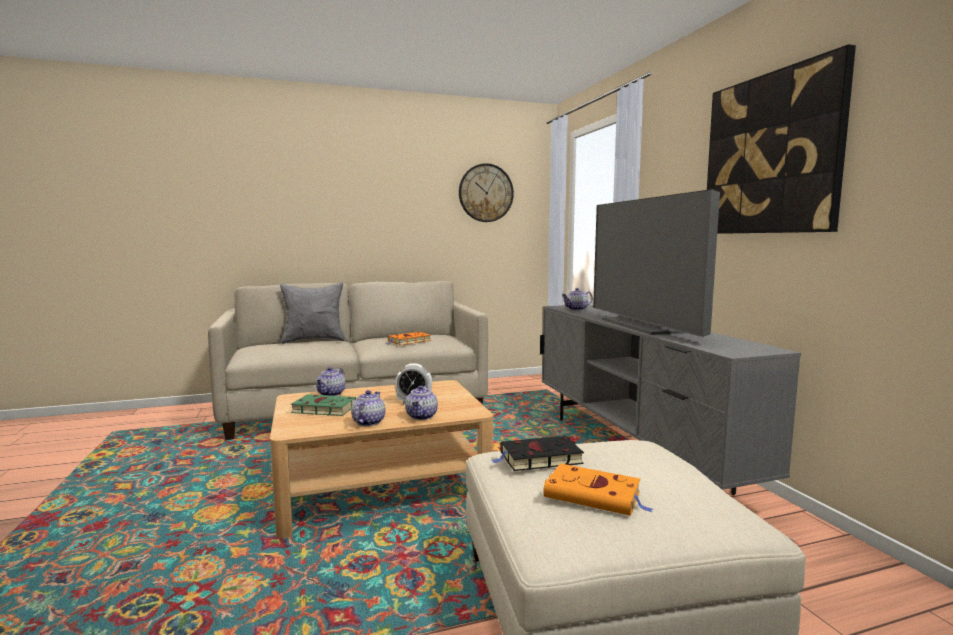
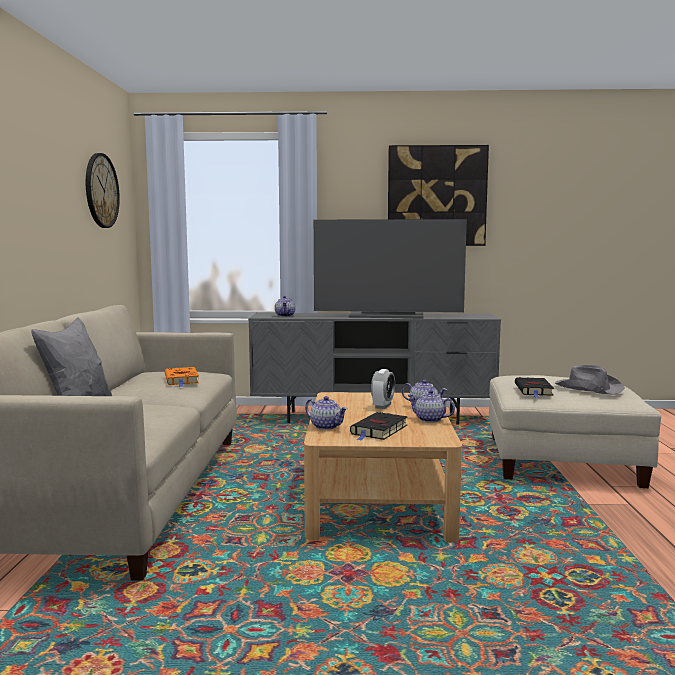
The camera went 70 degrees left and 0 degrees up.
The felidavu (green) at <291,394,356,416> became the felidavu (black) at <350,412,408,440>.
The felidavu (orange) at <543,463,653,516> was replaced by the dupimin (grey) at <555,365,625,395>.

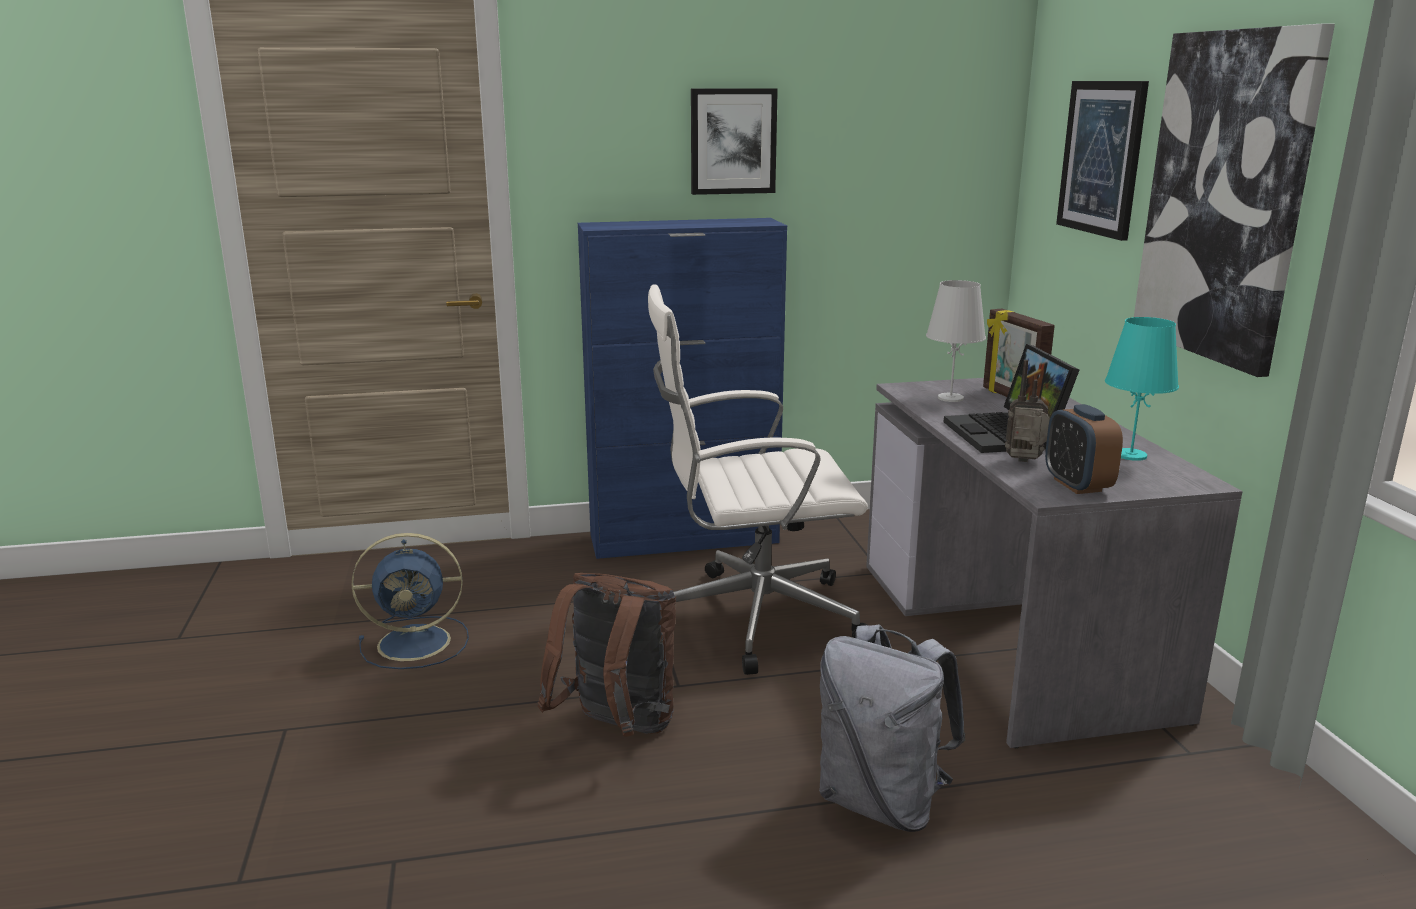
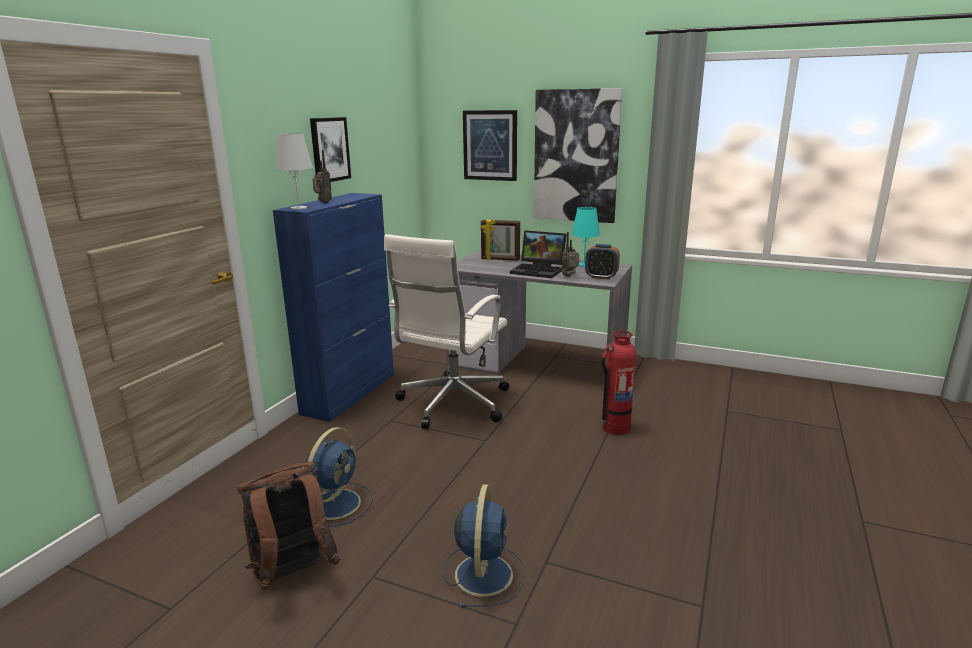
The camera went 55 degrees left and 0 degrees up.
The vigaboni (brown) moved from <538,573,676,736> to <237,462,340,590>.
The vigaboni (grey) at <819,624,965,832> was replaced by the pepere at <602,330,636,435>.
The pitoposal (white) moved from <926,280,986,402> to <275,133,313,210>.
The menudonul at <313,150,332,203> appeared.
The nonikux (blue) at <443,484,525,608> appeared.

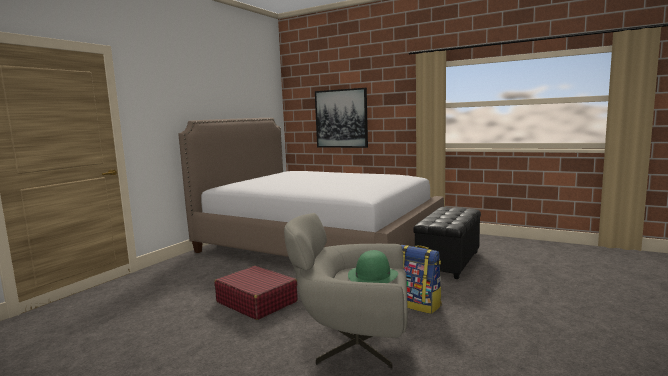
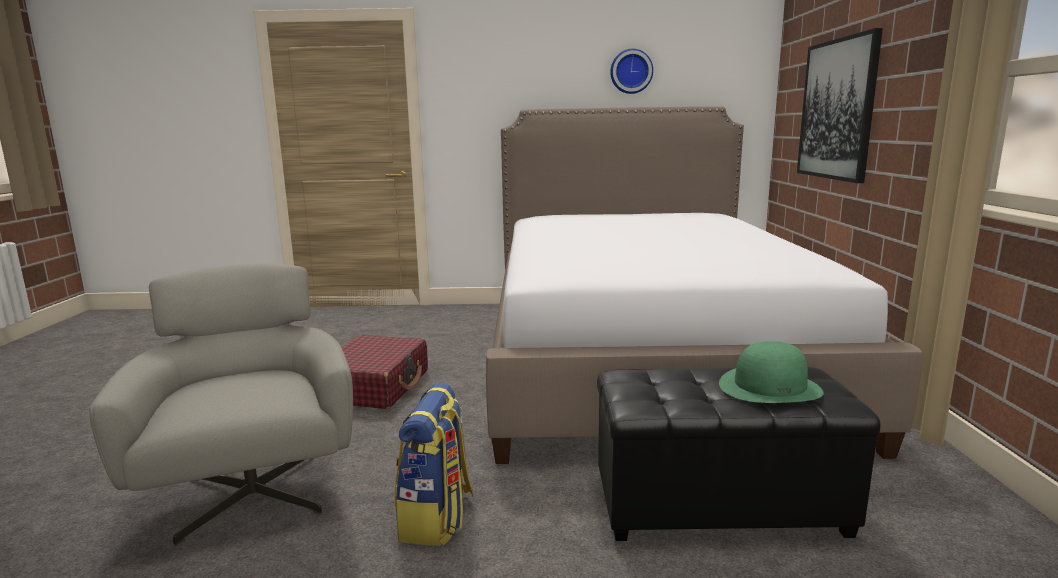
The camera went 60 degrees right and 5 degrees up.
The dupimin (green) moved from <348,250,398,283> to <719,341,824,403>.
The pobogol at <610,49,653,94> appeared.

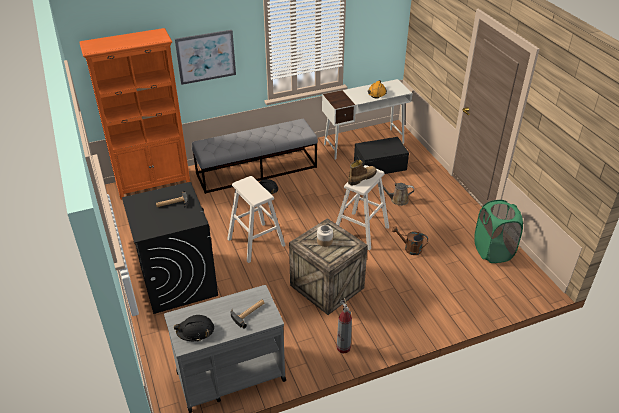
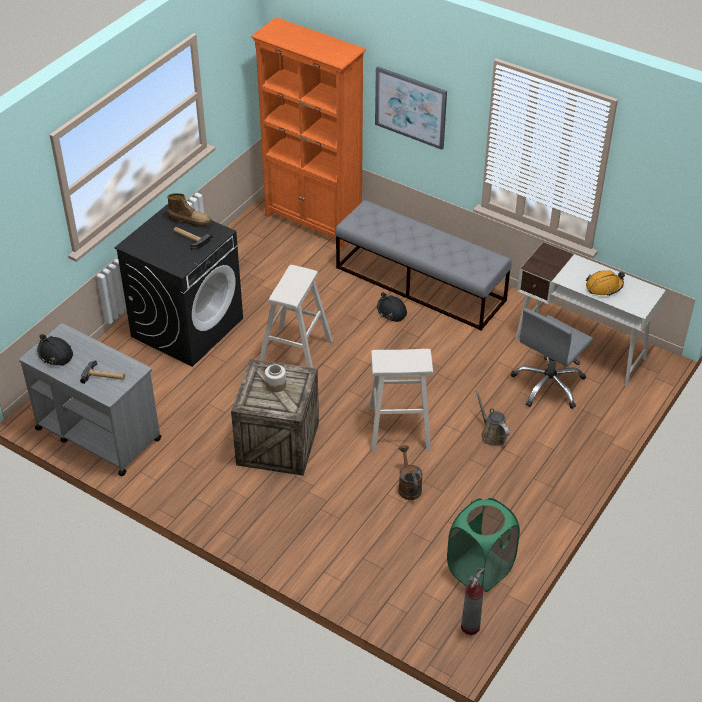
The camera went 55 degrees right and 5 degrees up.
The pepere moved from <337,298,352,354> to <461,568,485,635>.
The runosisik moved from <348,160,377,185> to <167,193,212,228>.
The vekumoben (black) at <354,137,409,174> was replaced by the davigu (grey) at <511,308,593,409>.

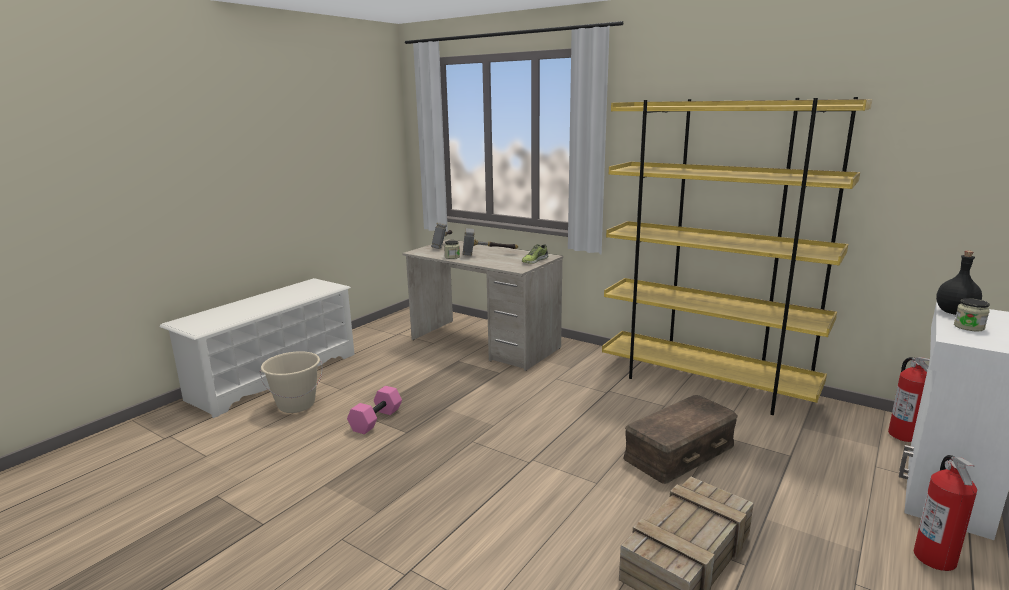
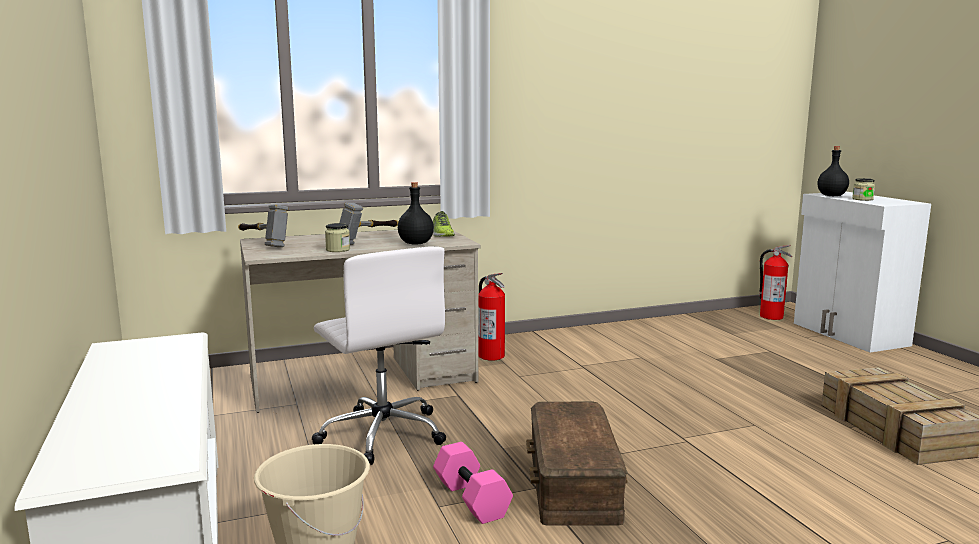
The camera went 55 degrees left and 5 degrees down.
The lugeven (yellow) at <602,97,873,415> disappeared.
The vekumoben (brown) moved from <624,395,738,484> to <526,402,628,526>.
The pepere moved from <914,455,977,571> to <478,273,505,361>.
The davigu (white) at <312,246,446,465> appeared.
The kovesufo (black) at <398,182,434,245> appeared.

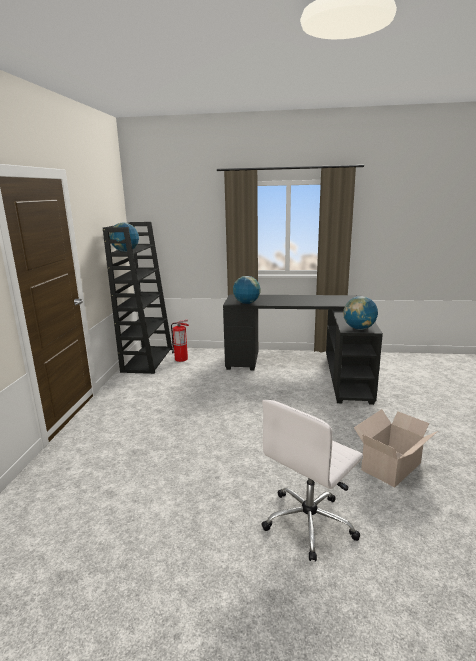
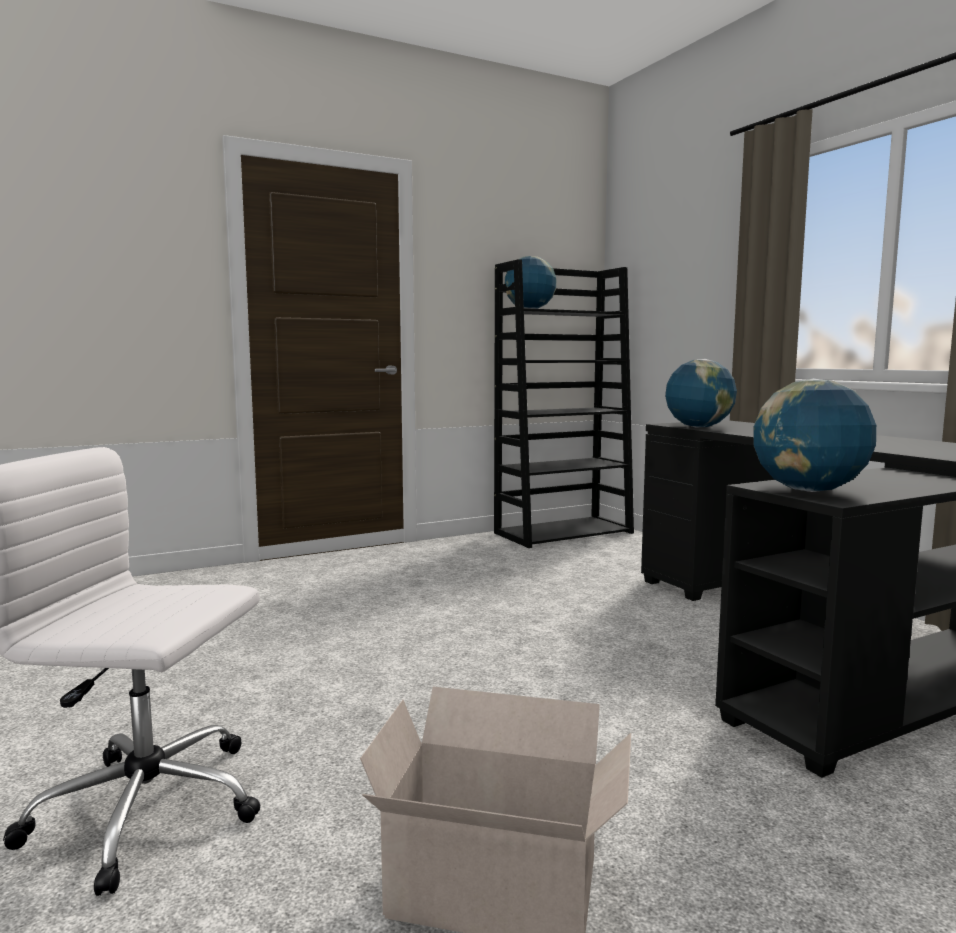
The camera went 55 degrees right and 10 degrees down.
The pepere at <171,319,189,362> disappeared.

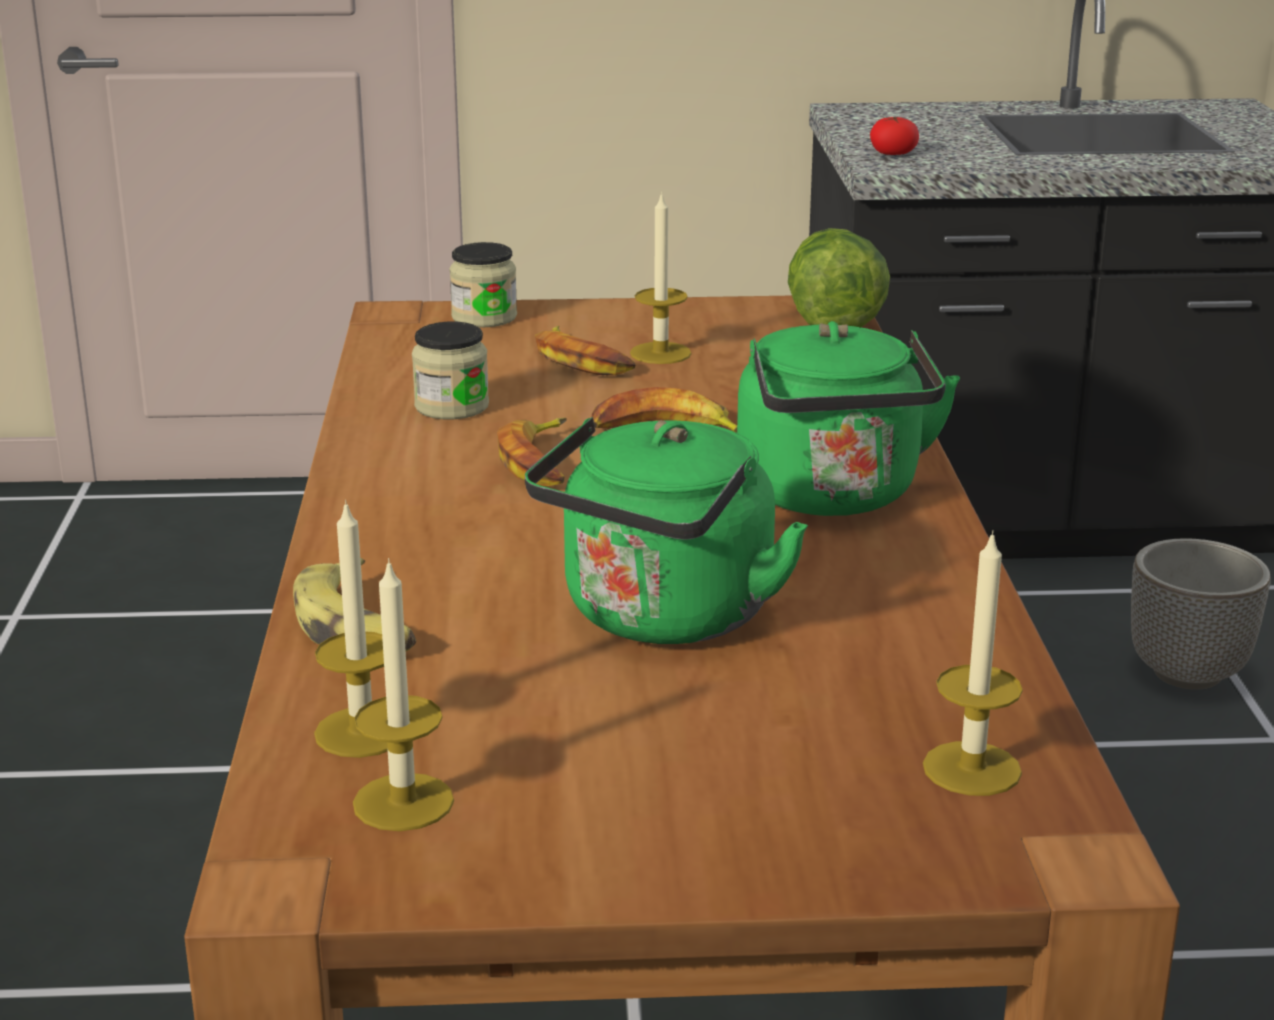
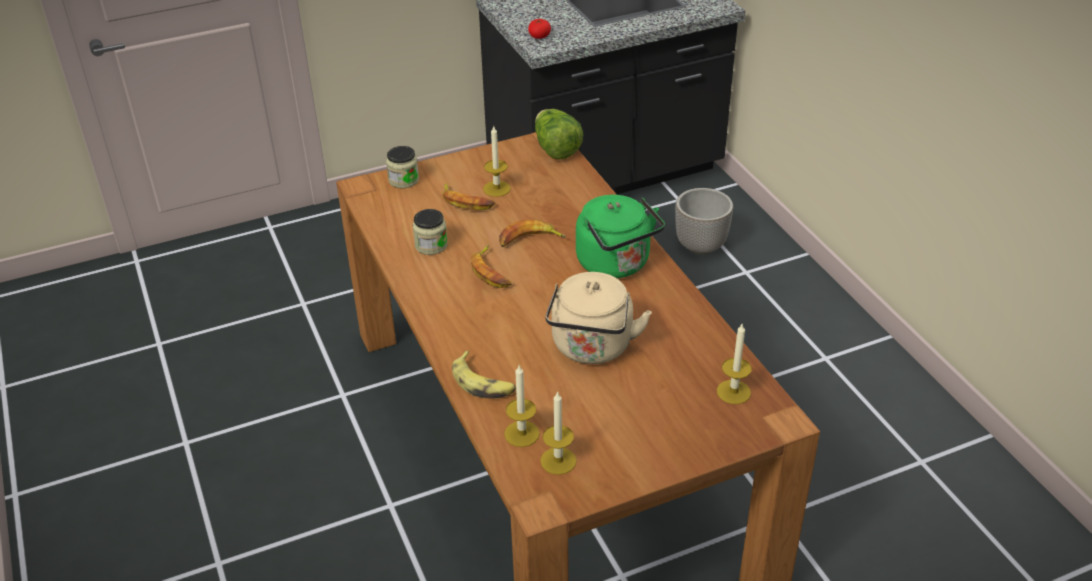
The camera went 20 degrees left and 15 degrees up.
The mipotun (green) at <525,417,808,644> became the mipotun (beige) at <545,272,652,364>.

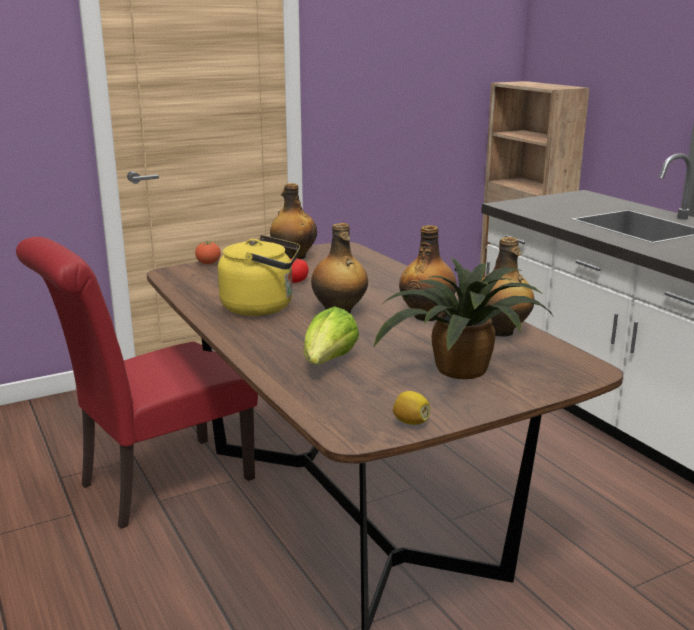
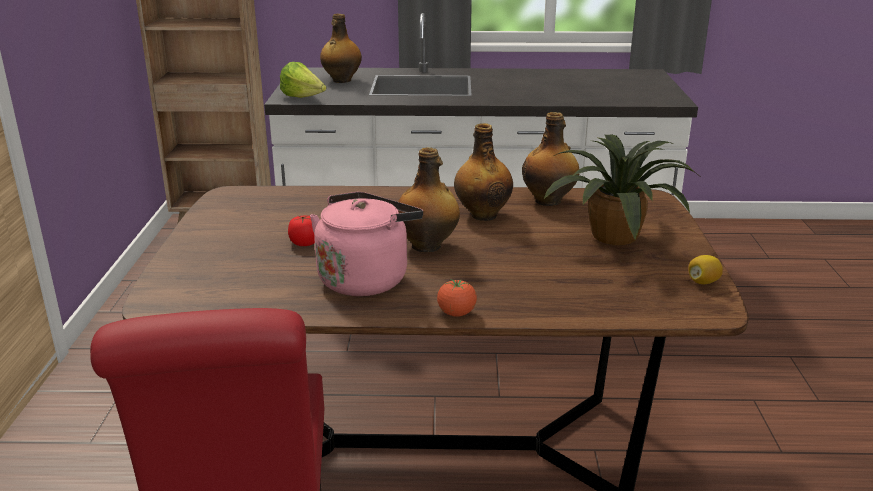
The camera went 60 degrees left and 5 degrees up.
The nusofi moved from <195,240,221,264> to <437,280,477,317>.
The mipotun (yellow) at <218,235,300,316> became the mipotun (pink) at <310,192,423,296>.
The kovesufo moved from <270,183,317,259> to <320,14,362,83>.
The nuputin moved from <304,306,359,364> to <280,62,326,98>.

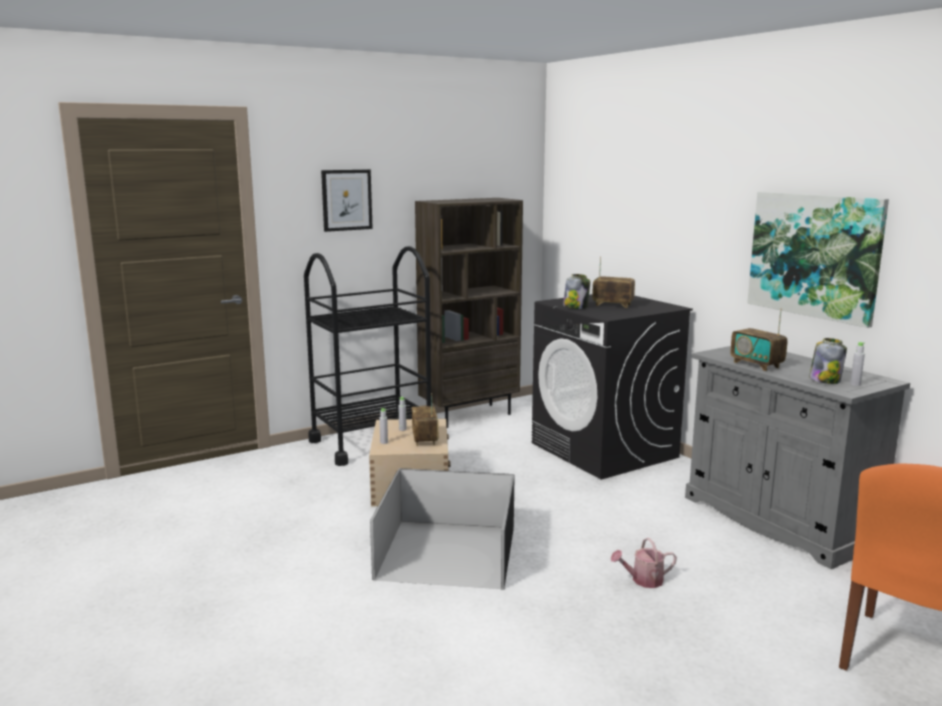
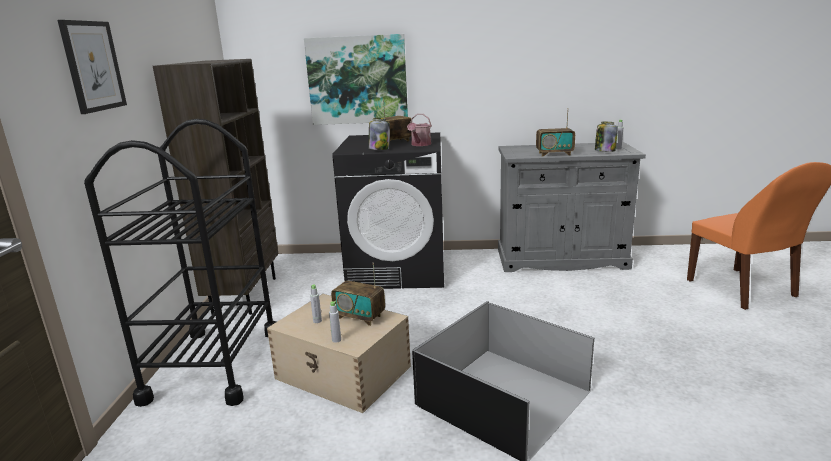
The camera went 55 degrees left and 5 degrees up.
The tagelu moved from <611,538,677,588> to <407,114,432,146>.
The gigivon moved from <747,192,889,328> to <304,34,408,125>.

